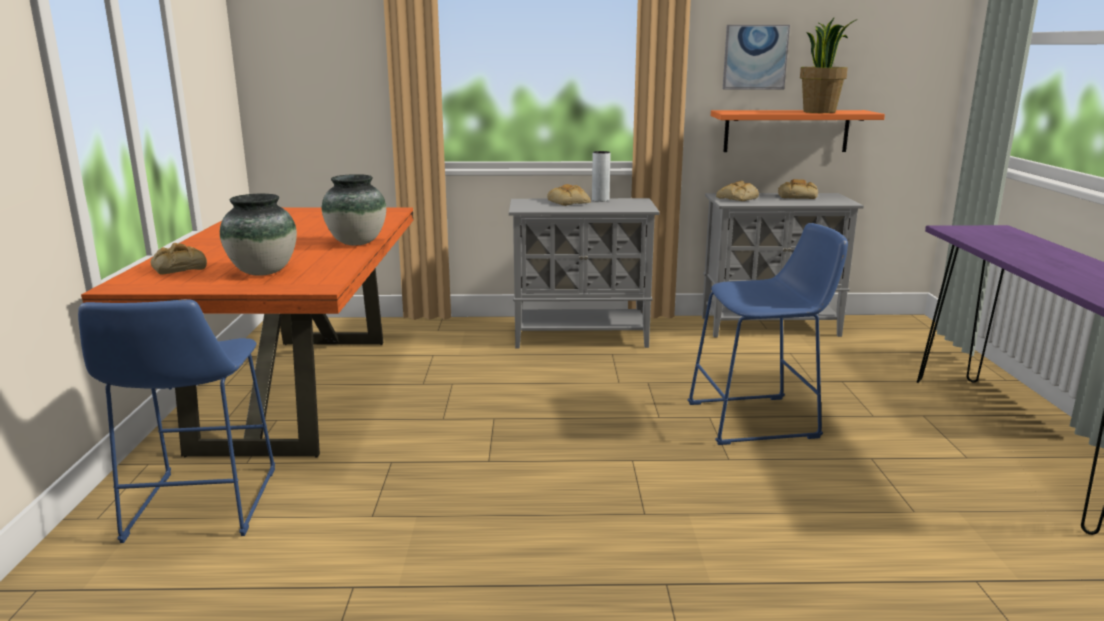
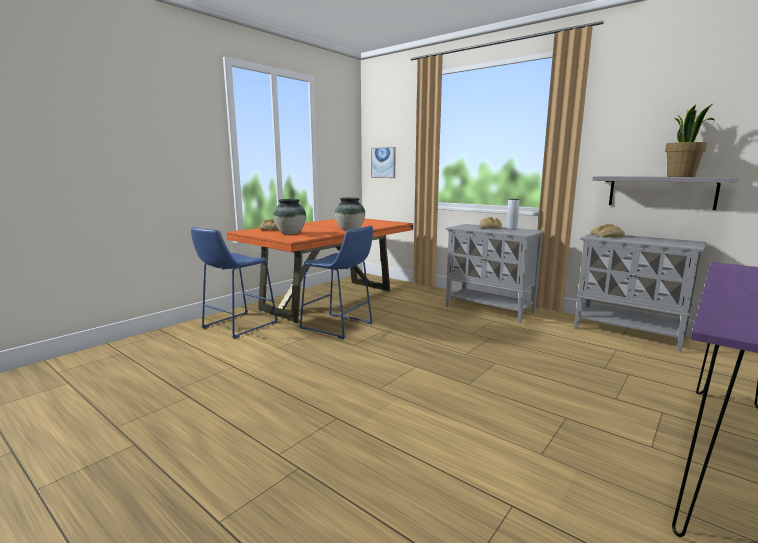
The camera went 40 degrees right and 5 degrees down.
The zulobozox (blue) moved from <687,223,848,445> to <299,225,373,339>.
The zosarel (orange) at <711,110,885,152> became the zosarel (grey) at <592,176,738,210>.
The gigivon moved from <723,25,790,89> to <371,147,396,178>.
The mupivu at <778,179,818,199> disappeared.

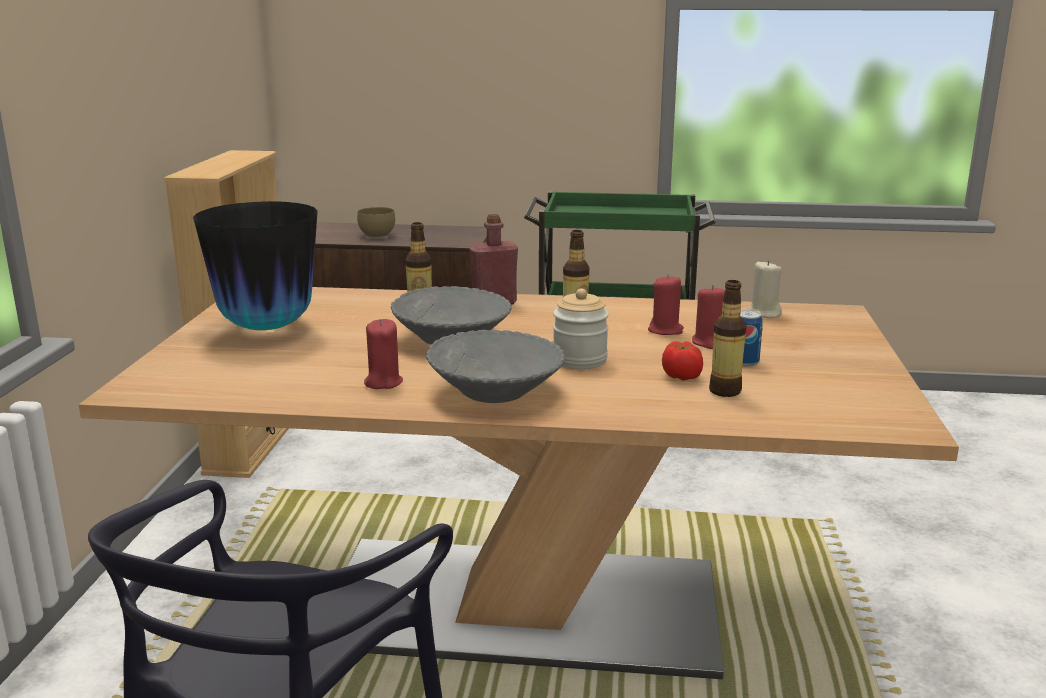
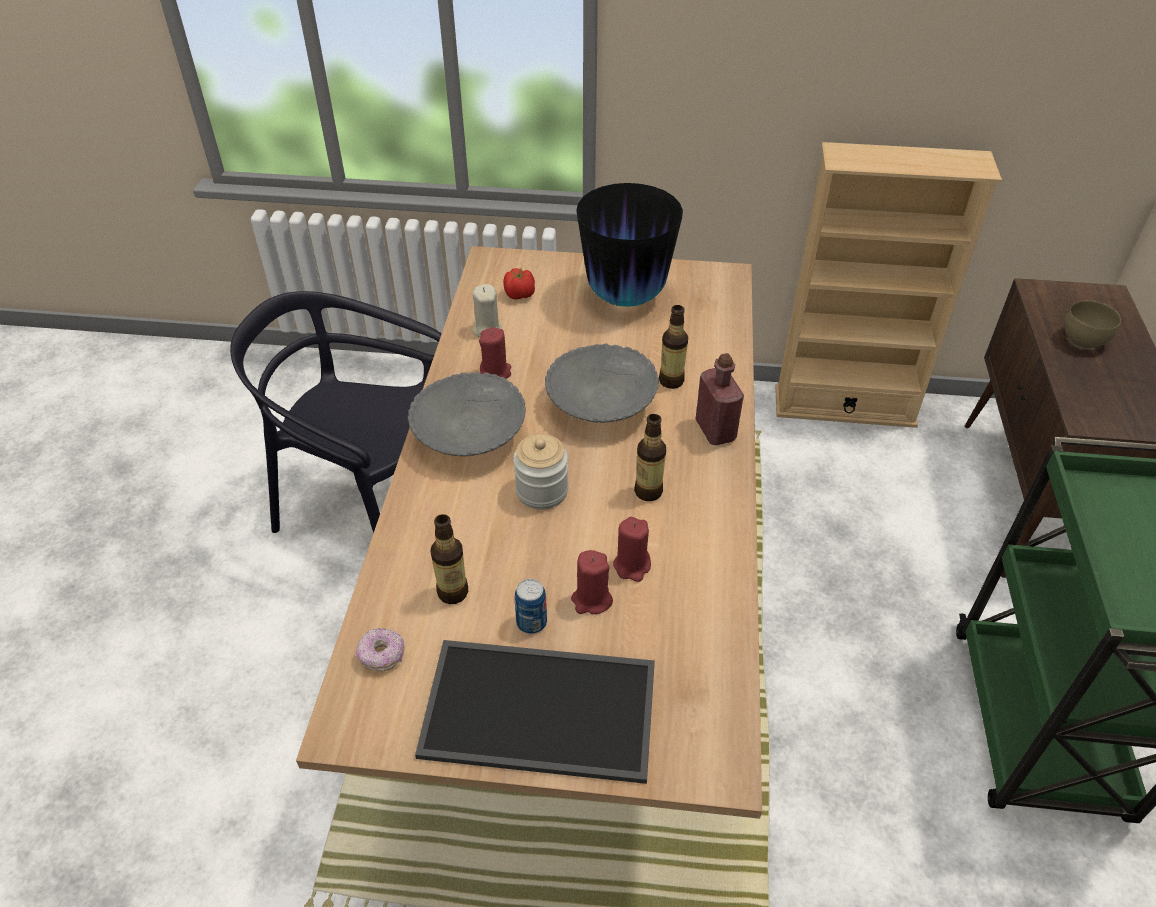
The camera went 90 degrees right and 25 degrees up.
The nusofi moved from <662,341,703,381> to <503,268,535,300>.
The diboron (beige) moved from <747,260,782,318> to <473,284,501,338>.
The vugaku at <356,628,405,671> appeared.
The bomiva at <415,640,655,784> appeared.

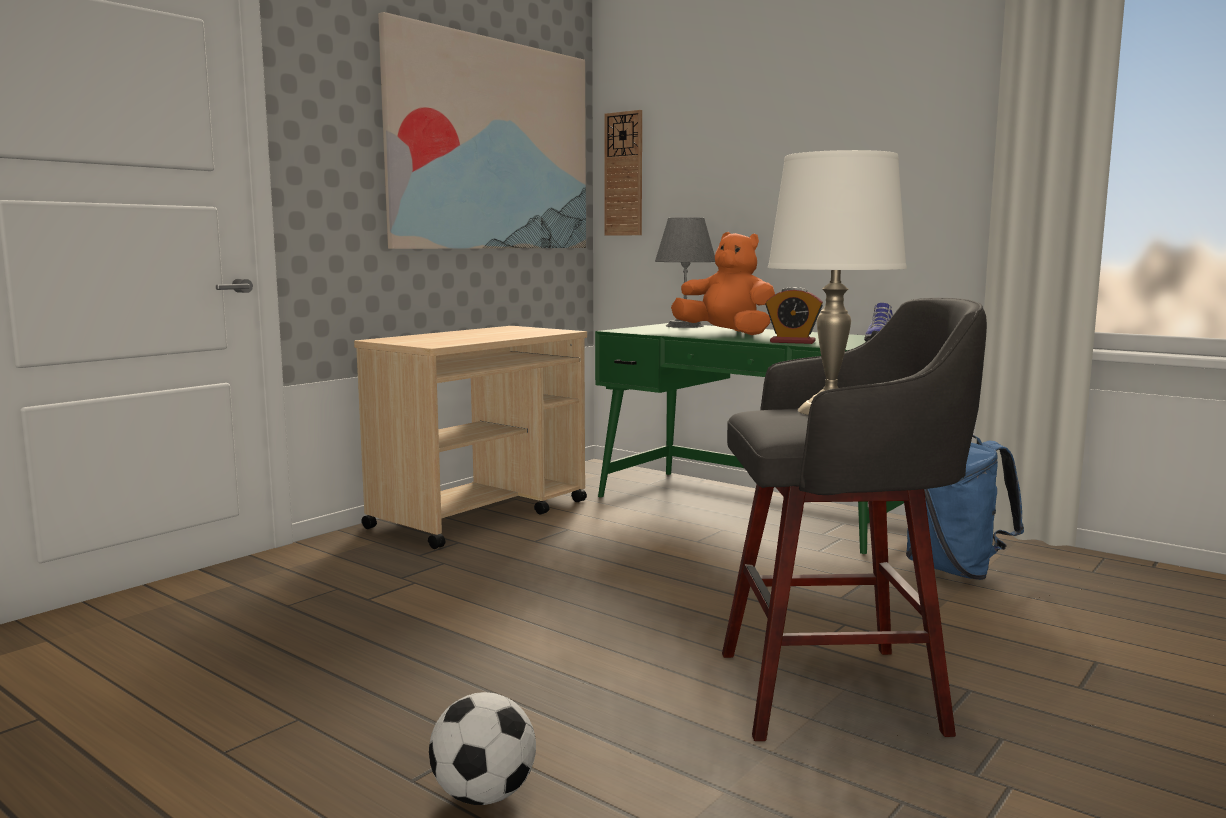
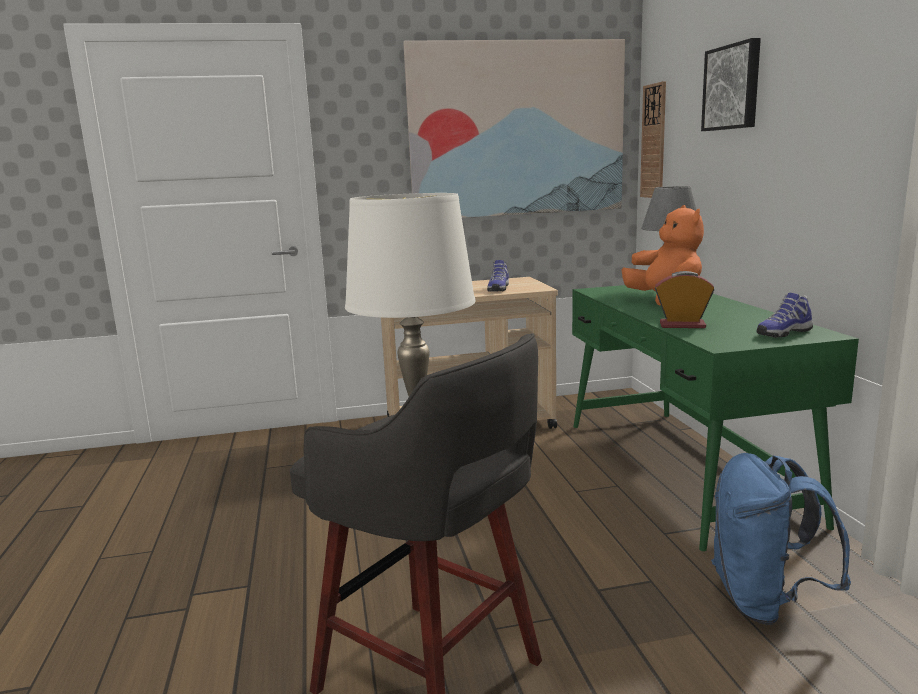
The camera went 40 degrees right and 5 degrees up.
The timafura at <429,692,536,805> disappeared.
The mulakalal at <765,287,823,344> turned 135 degrees clockwise.
The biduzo at <487,260,509,291> appeared.
The gigivon at <701,38,761,131> appeared.

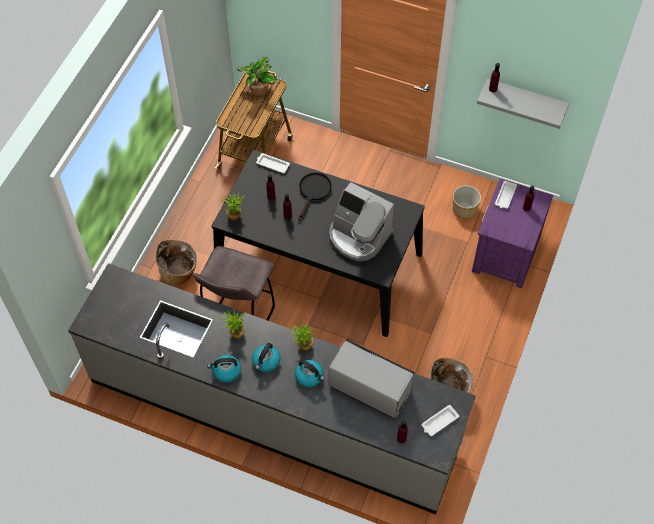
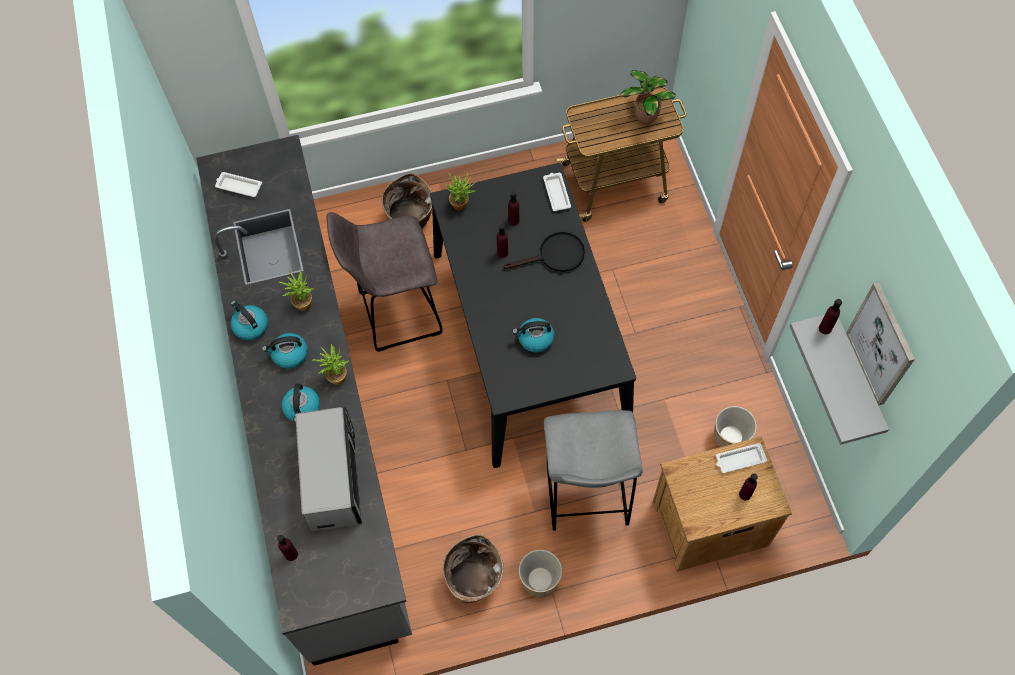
The camera went 55 degrees right and 5 degrees up.
The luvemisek at <329,182,394,261> was replaced by the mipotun at <512,318,555,353>.
The bomiva (white) moved from <421,405,459,436> to <215,172,262,197>.
The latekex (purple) at <472,178,553,288> became the latekex (brown) at <653,436,792,572>.
The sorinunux at <519,549,562,598> appeared.
The zulobozox (grey) at <544,410,643,531> appeared.
The gigivon at <846,282,915,406> appeared.

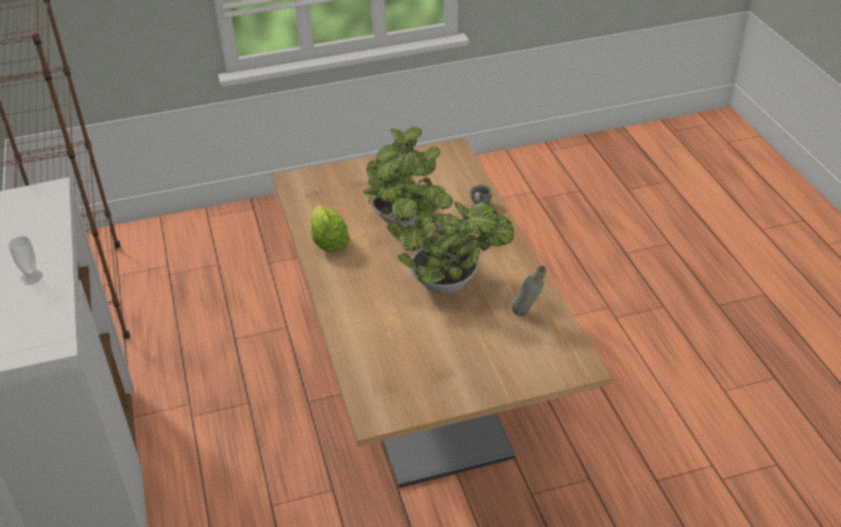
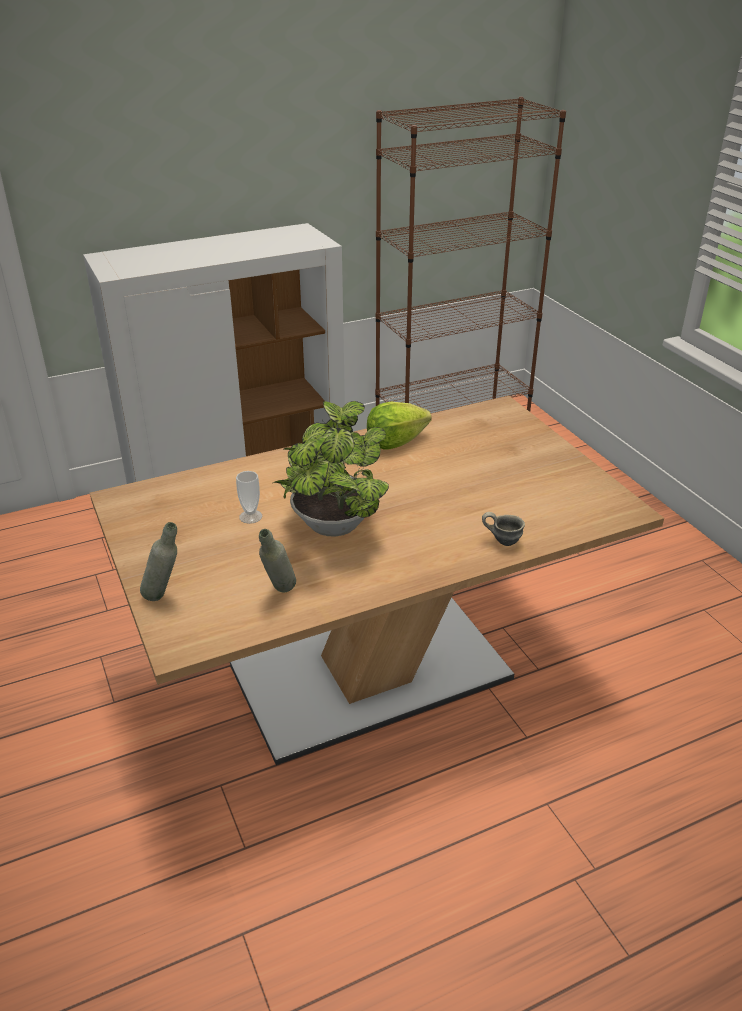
The camera went 80 degrees right and 5 degrees down.
The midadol moved from <8,236,43,285> to <236,471,262,524>.
The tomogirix at <362,127,445,227> disappeared.
The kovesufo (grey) at <140,522,177,601> appeared.

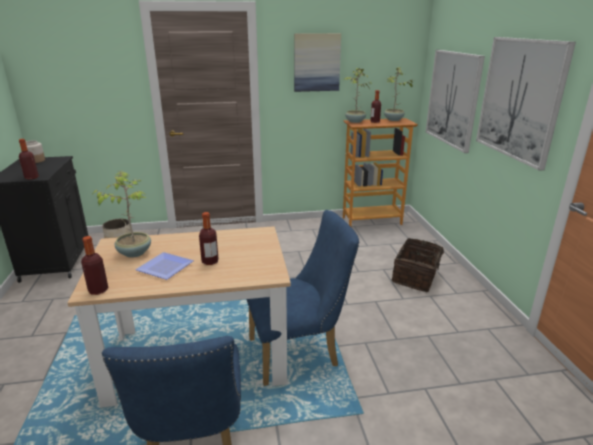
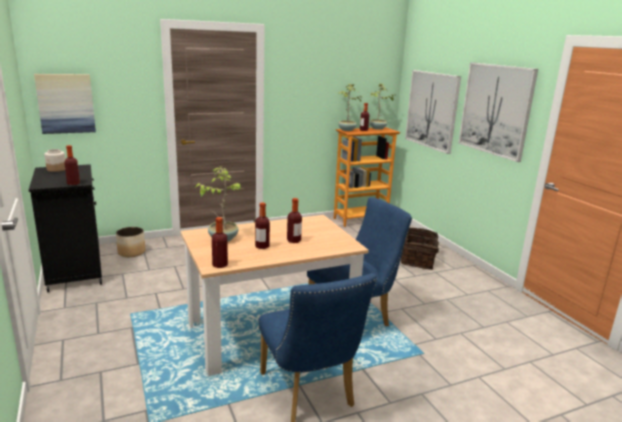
The camera went 15 degrees left and 5 degrees down.
The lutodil at <135,252,194,280> was replaced by the kovesufo at <255,203,270,249>.
The gigivon moved from <294,33,341,92> to <34,74,96,134>.

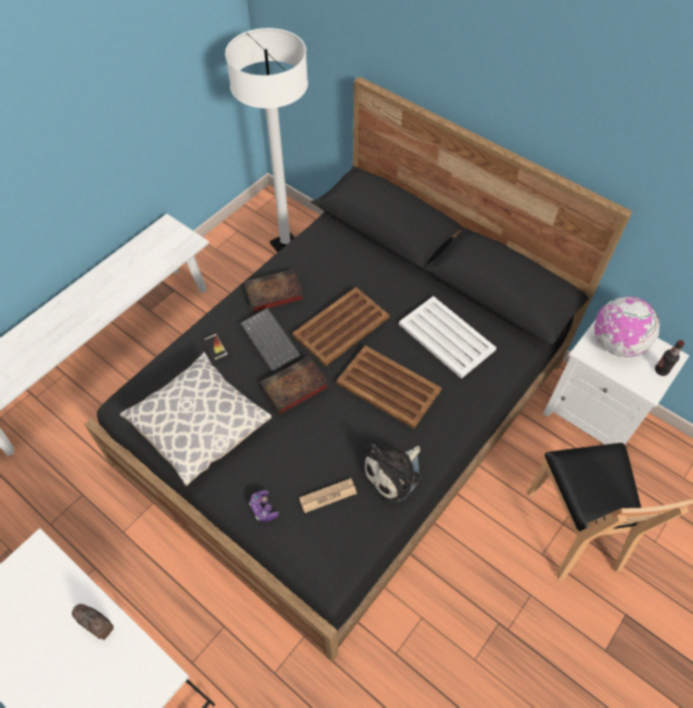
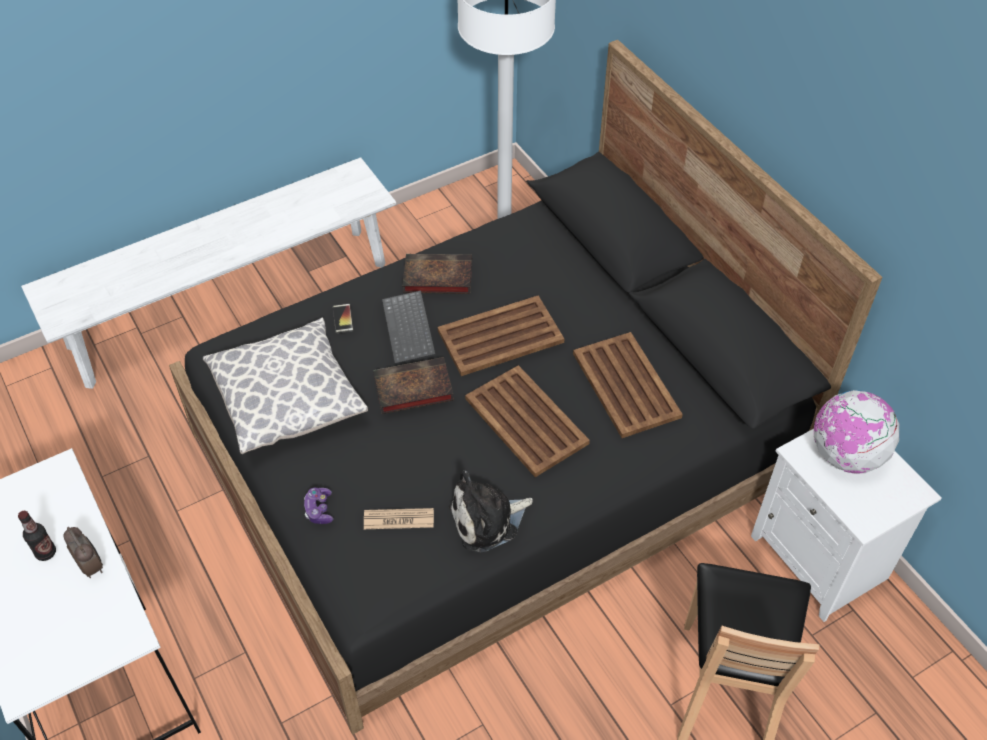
The camera went 20 degrees right and 5 degrees down.
The bomiva (white) at <399,296,497,379> became the bomiva (brown) at <573,332,683,438>.
The kovesufo moved from <655,340,684,376> to <18,511,56,561>.

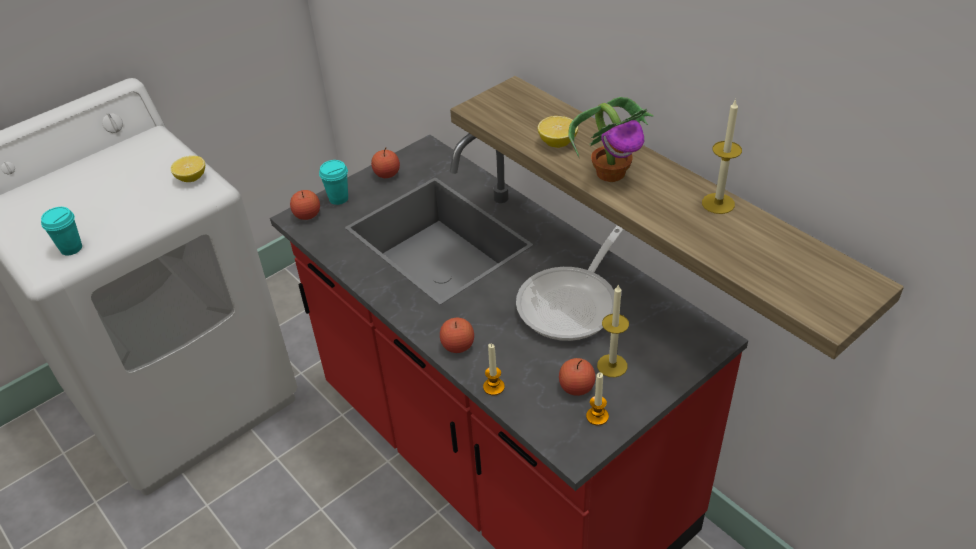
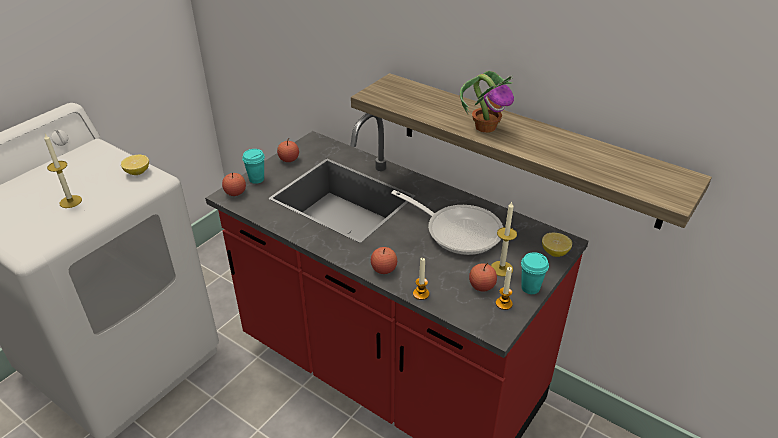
The camera went 15 degrees left and 5 degrees down.
The midadol (turquoise) moved from <41,207,82,255> to <521,252,549,294>.
The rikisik at <516,225,623,341> turned 75 degrees counterclockwise.
The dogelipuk moved from <538,116,578,148> to <542,233,572,257>.
The diboron moved from <702,99,742,214> to <44,134,82,208>.

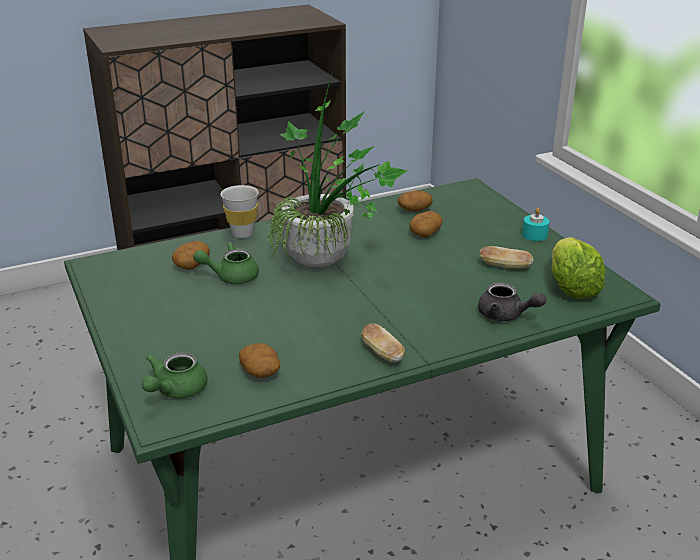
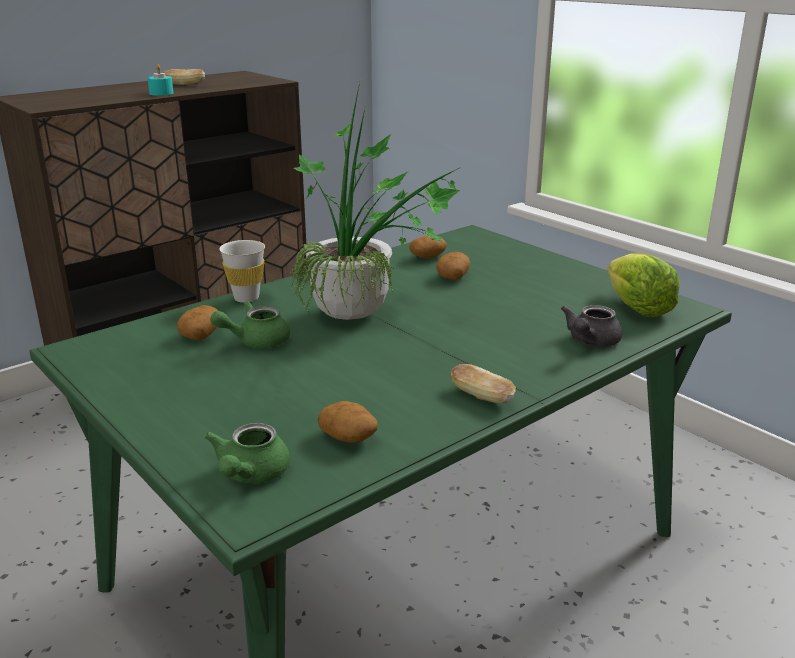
The camera went 15 degrees left and 5 degrees down.
The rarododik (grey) at <478,282,546,321> turned 105 degrees clockwise.
The mupivu moved from <480,246,533,269> to <163,69,205,85>.
The diboron (turquoise) moved from <522,208,549,241> to <147,64,173,96>.

